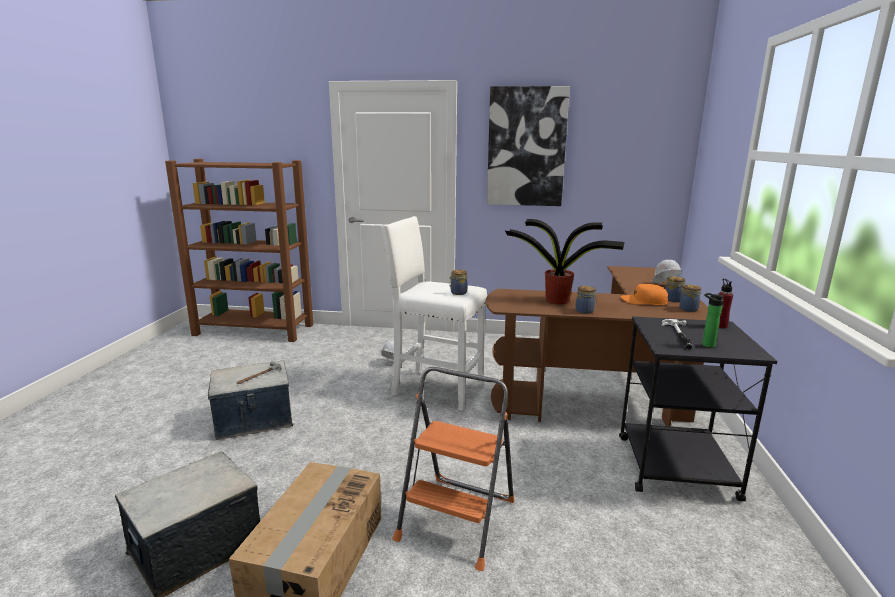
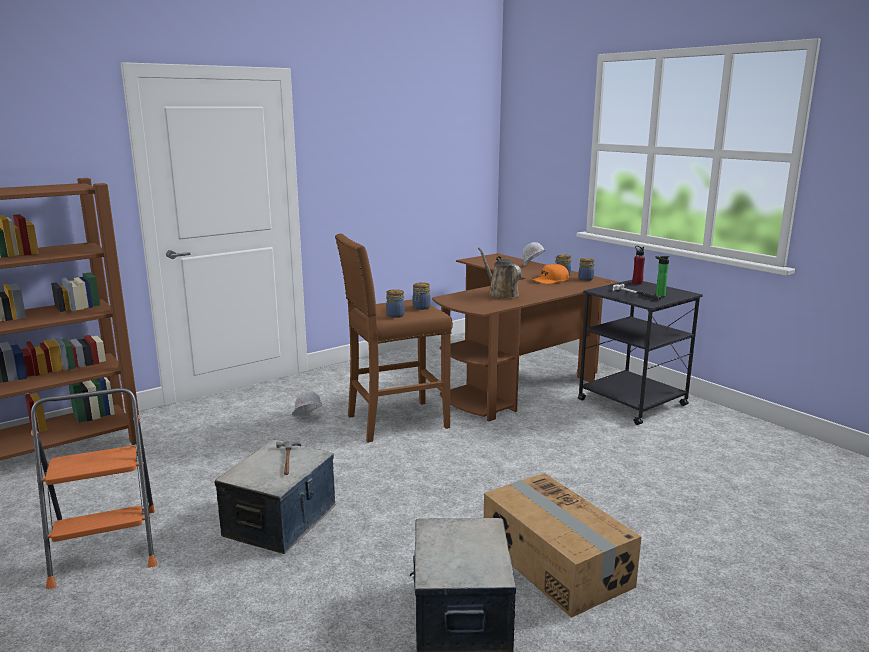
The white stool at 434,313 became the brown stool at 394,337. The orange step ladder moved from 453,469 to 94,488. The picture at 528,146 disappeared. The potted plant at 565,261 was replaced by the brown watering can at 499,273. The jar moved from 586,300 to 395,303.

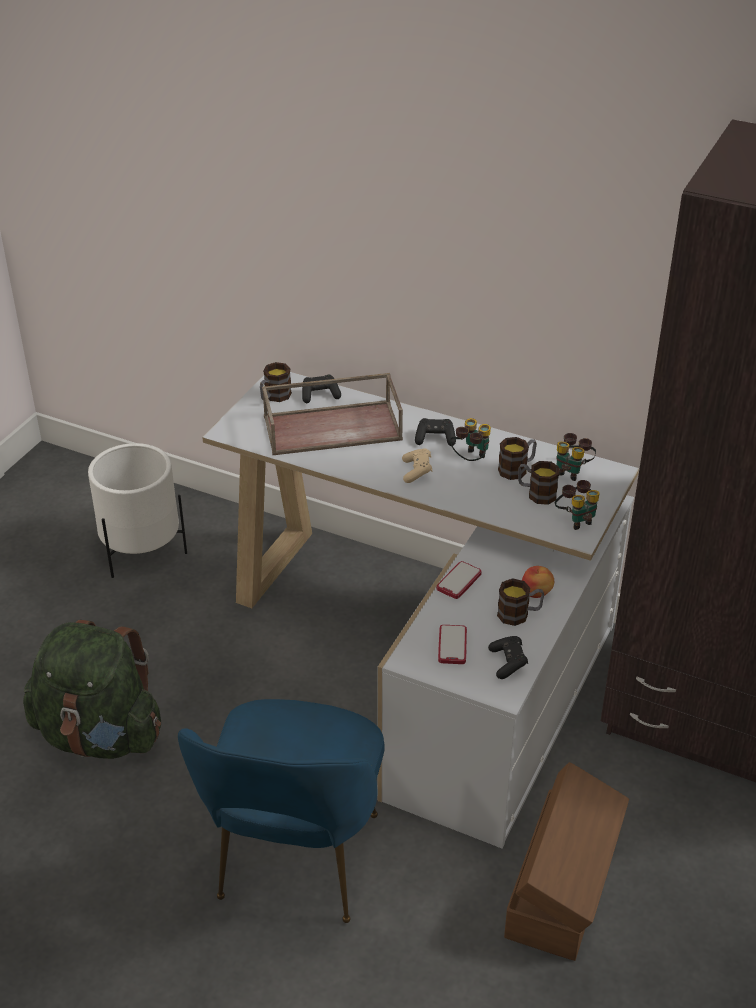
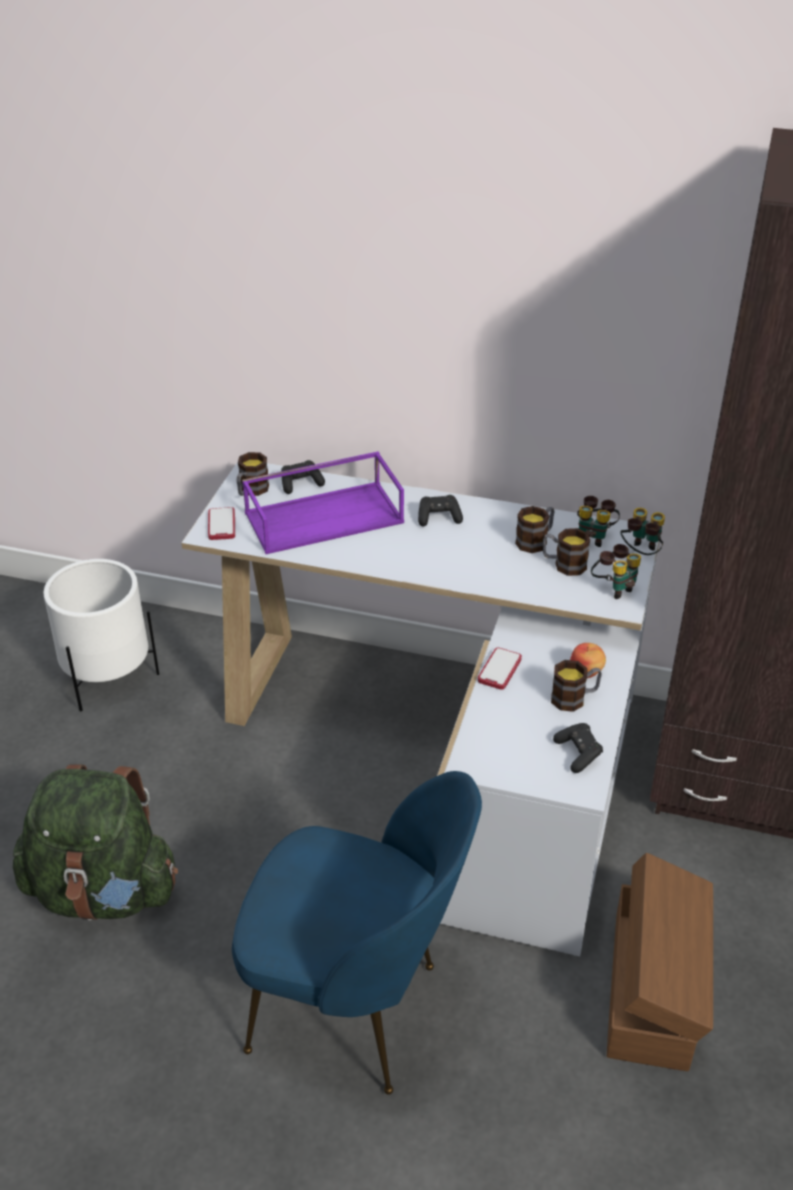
The blue chair at 281,811 turned 75 degrees counterclockwise. The brown tray at 332,414 became the purple tray at 323,502. The beige game controller at 417,466 disappeared. The phone moved from 452,644 to 221,523. The binoculars moved from 470,439 to 643,531.

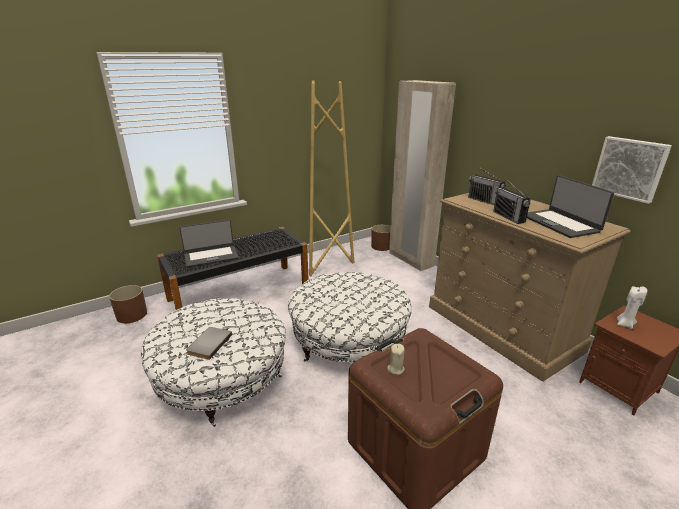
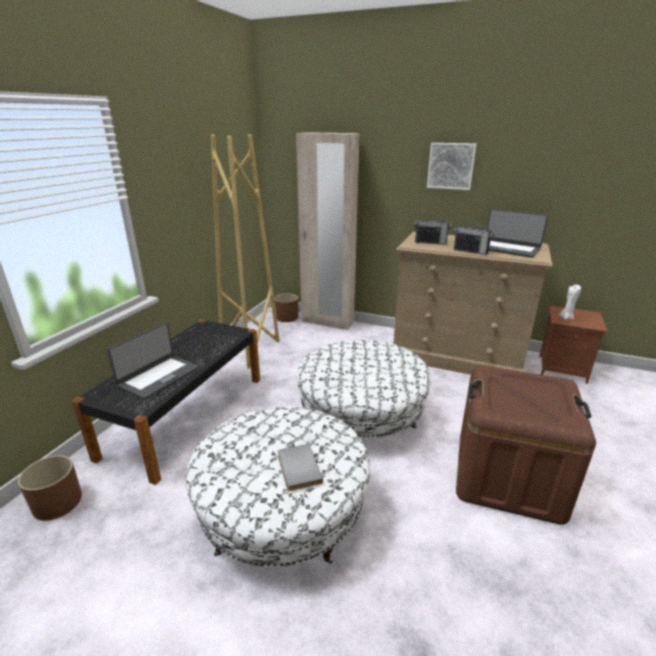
The beige candle at 396,359 disappeared. The picture moved from 632,170 to 451,166.

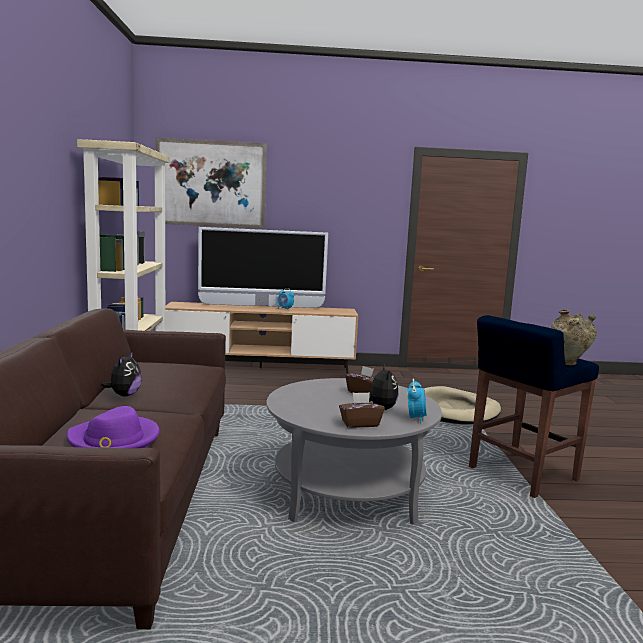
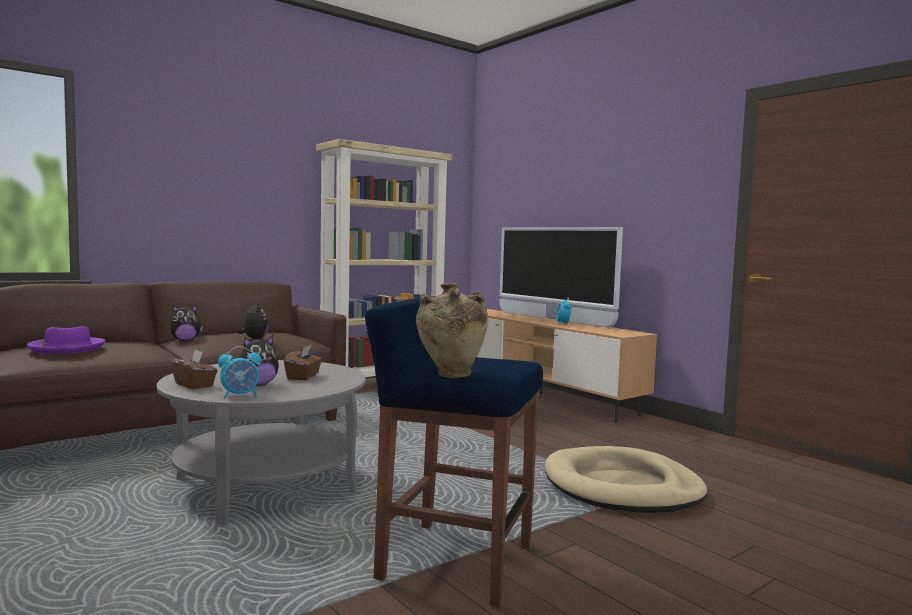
The picture at 211,183 disappeared. The plush toy at 252,321 appeared.

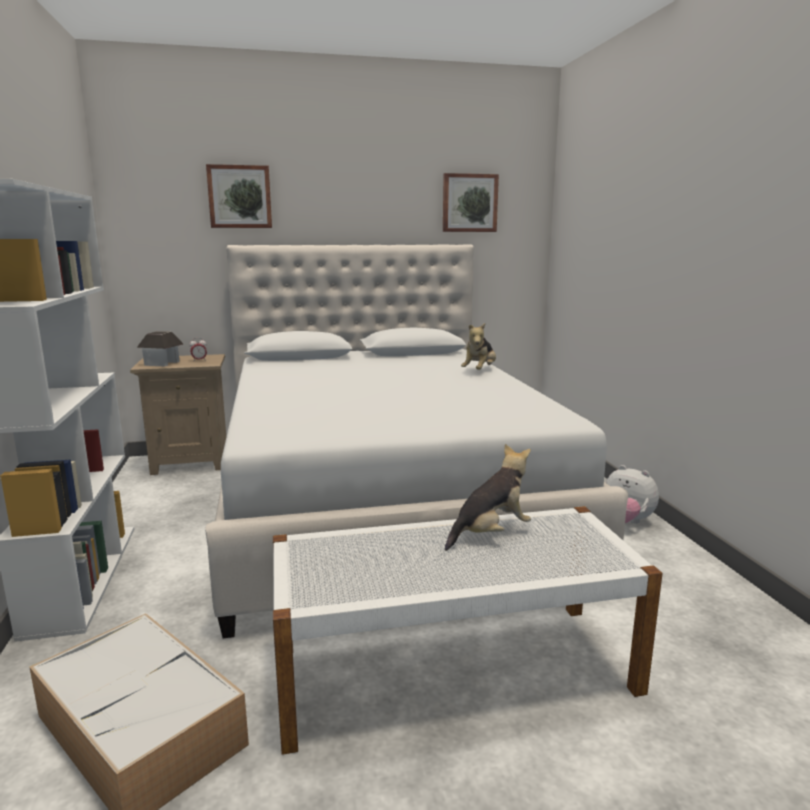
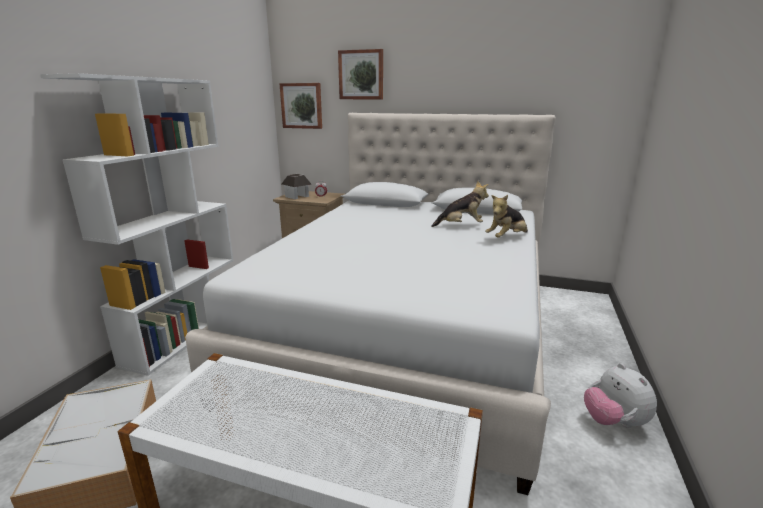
The picture moved from 471,202 to 300,106. The plush toy moved from 488,497 to 460,204.

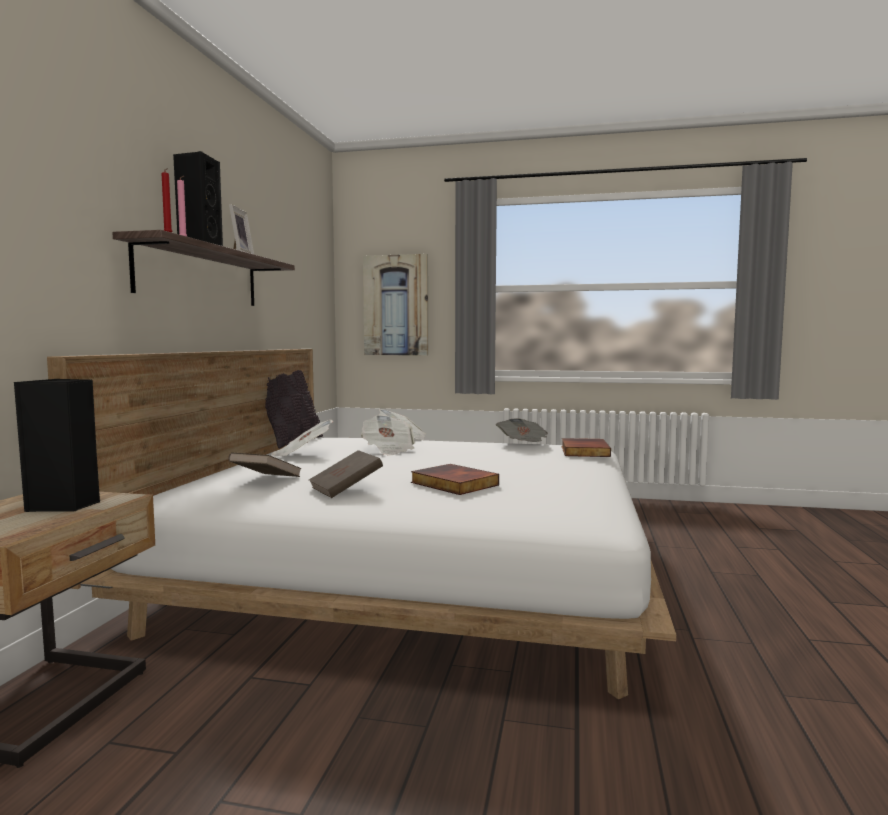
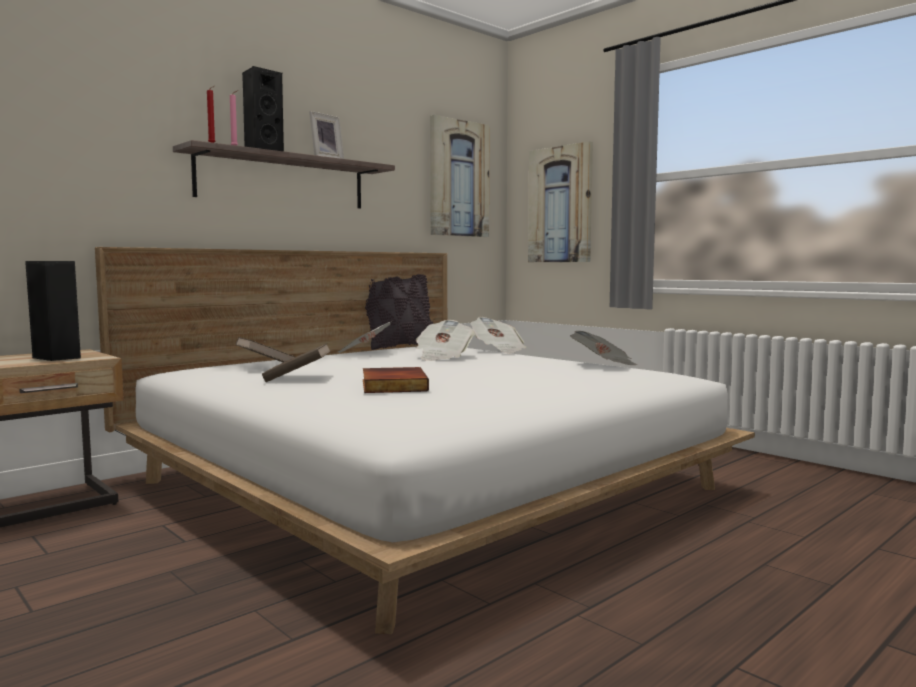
The book at 586,447 disappeared. The picture at 460,176 appeared.

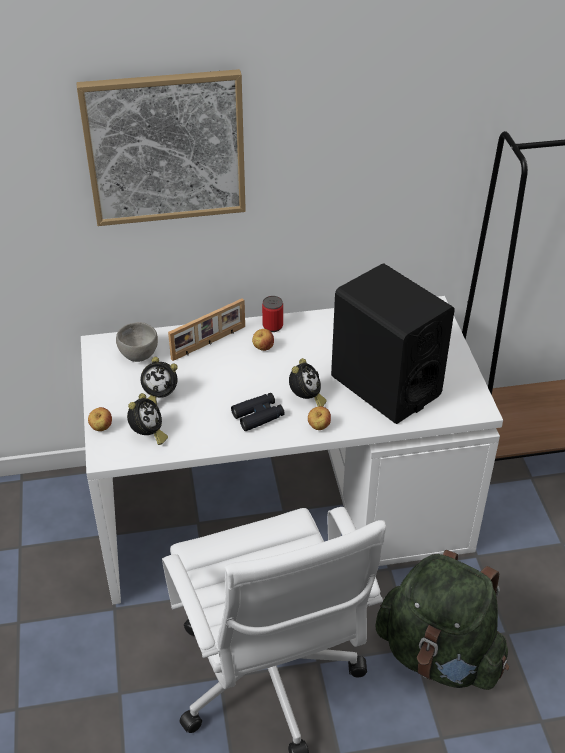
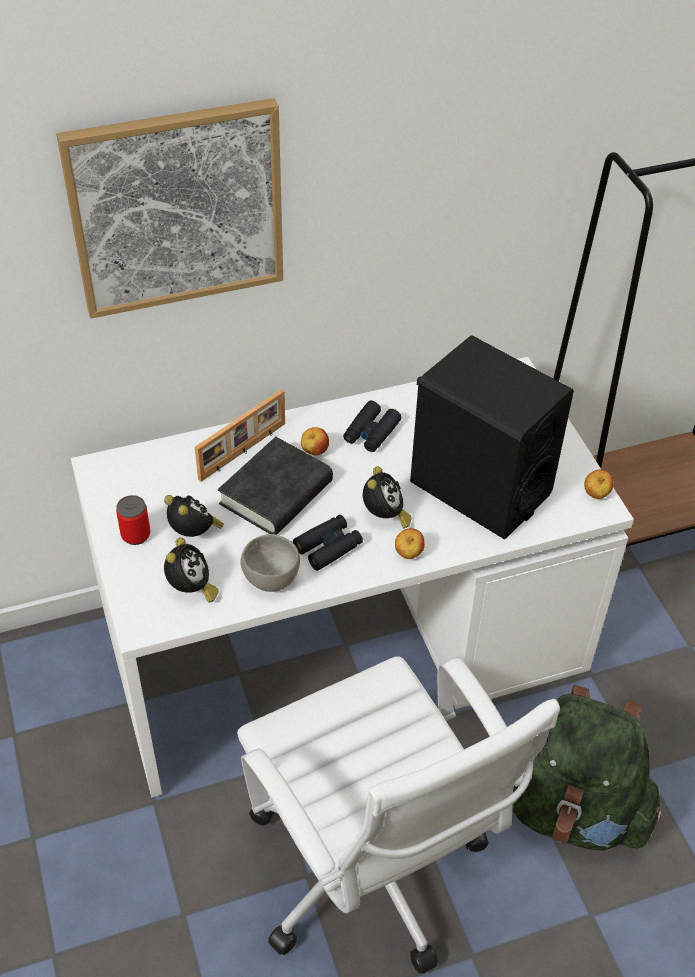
The apple moved from 100,419 to 598,484. The grey bowl moved from 137,342 to 270,563. The alarm clock at 159,381 turned 135 degrees counterclockwise. The can moved from 272,314 to 133,520. The black book at 275,486 appeared. The black binoculars at 372,426 appeared.

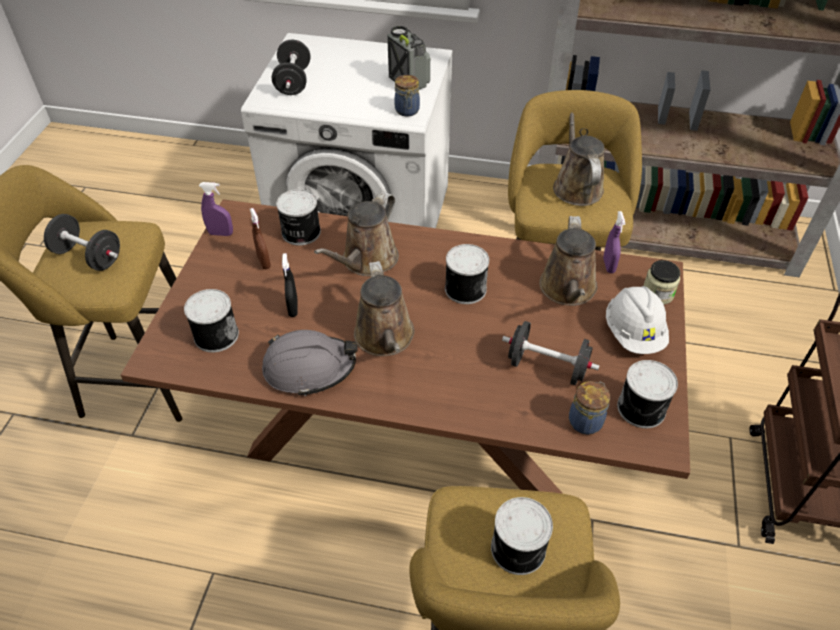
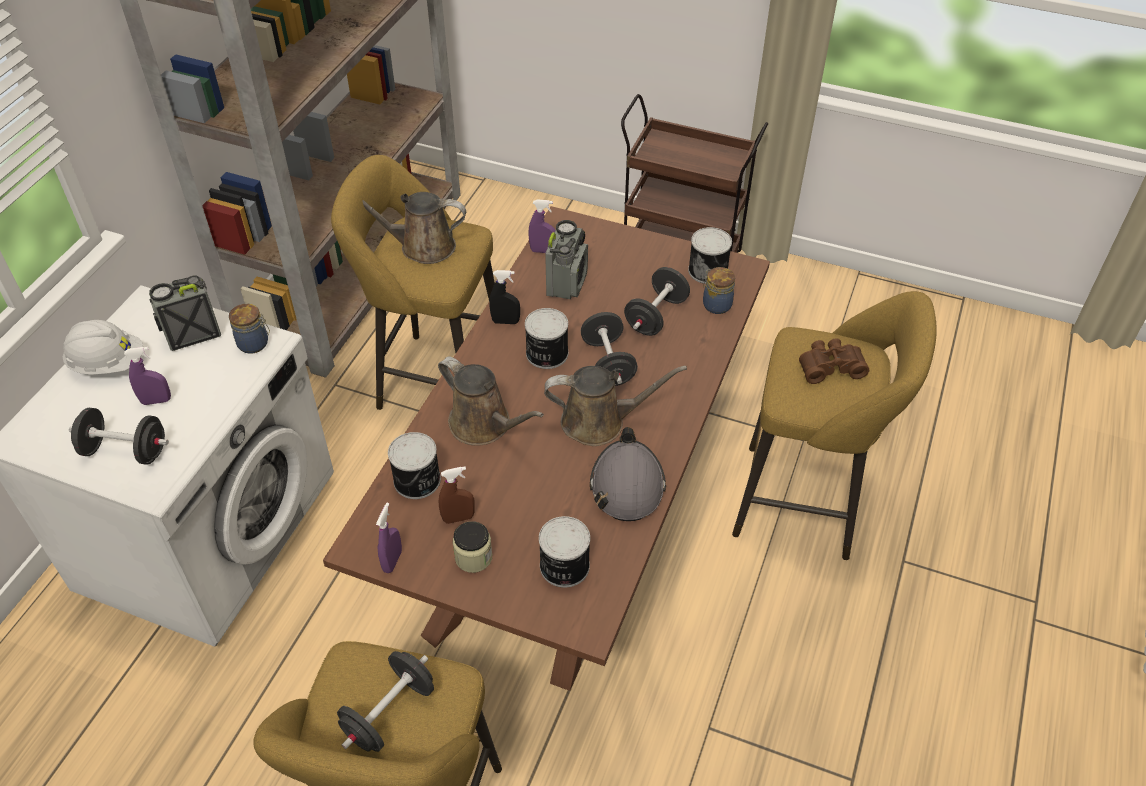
The black spray bottle moved from 290,285 to 504,297. The can at 522,536 was replaced by the brown binoculars at 834,361. The brown watering can at 568,261 was replaced by the radio at 566,259. The white hard hat moved from 637,320 to 103,347. The jar moved from 661,282 to 472,547. The purple spray bottle at 147,376 appeared. The black dumbbell at 609,349 appeared.

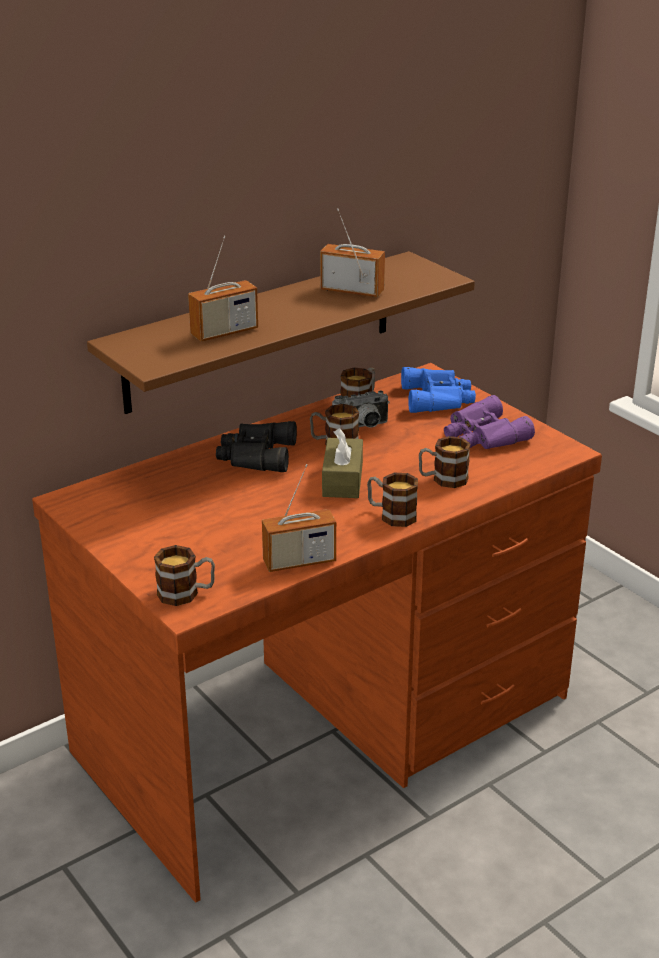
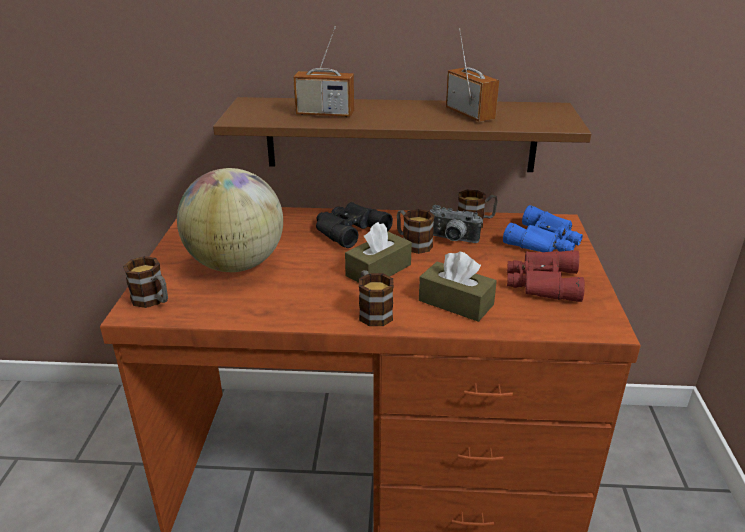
The radio at 299,518 disappeared. The mug at 444,462 was replaced by the brown tissue box at 458,286. The purple binoculars at 489,422 became the red binoculars at 546,276. The globe at 230,220 appeared.

